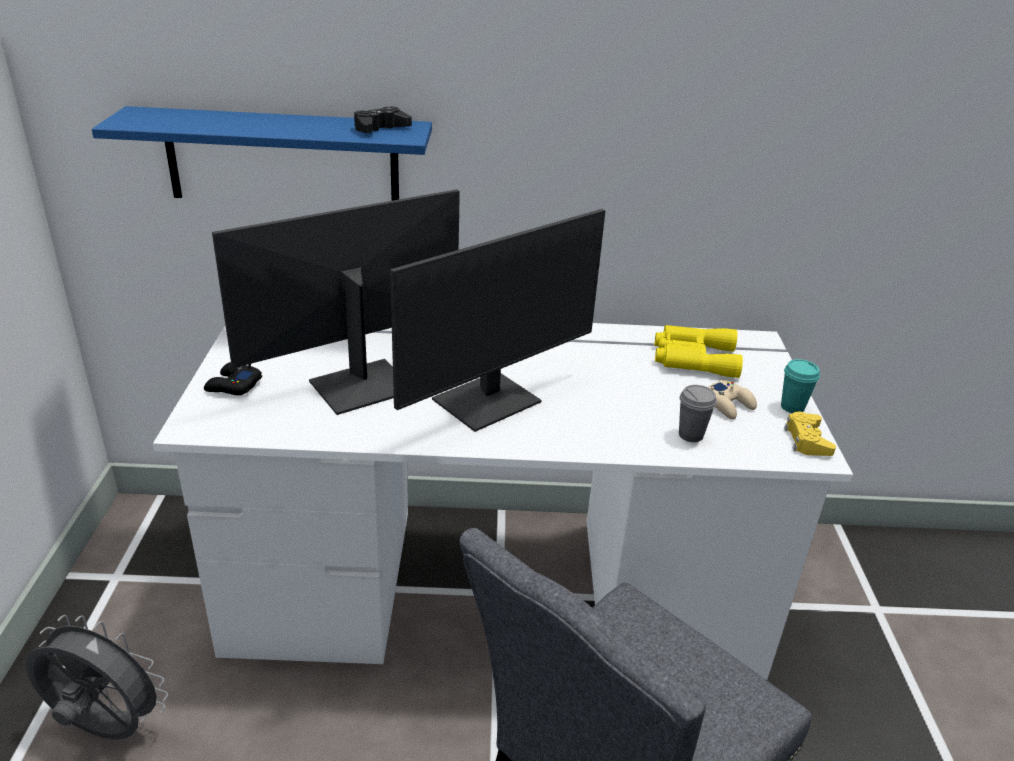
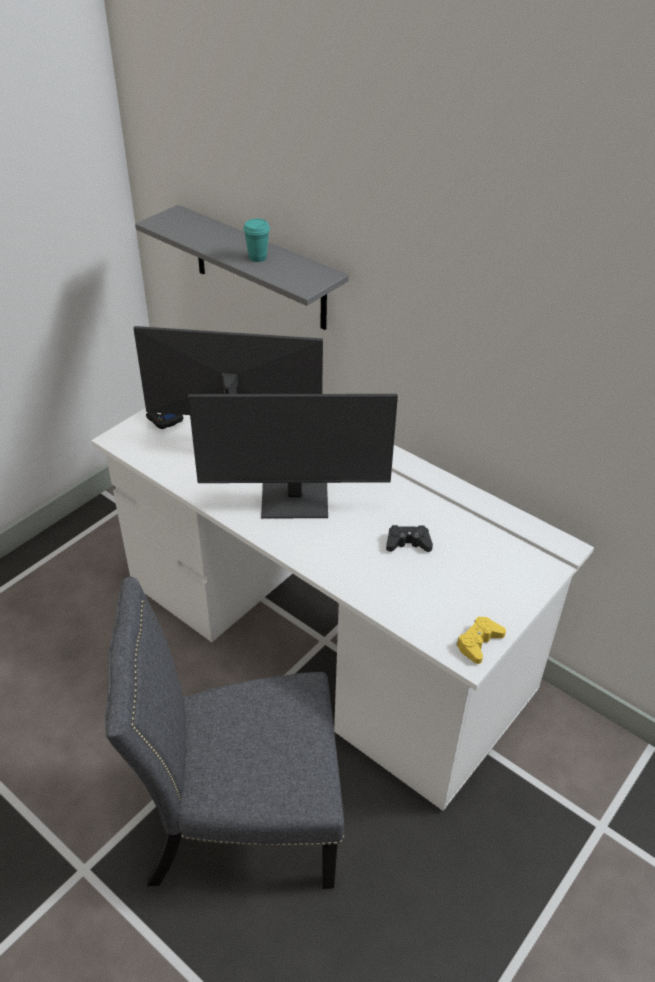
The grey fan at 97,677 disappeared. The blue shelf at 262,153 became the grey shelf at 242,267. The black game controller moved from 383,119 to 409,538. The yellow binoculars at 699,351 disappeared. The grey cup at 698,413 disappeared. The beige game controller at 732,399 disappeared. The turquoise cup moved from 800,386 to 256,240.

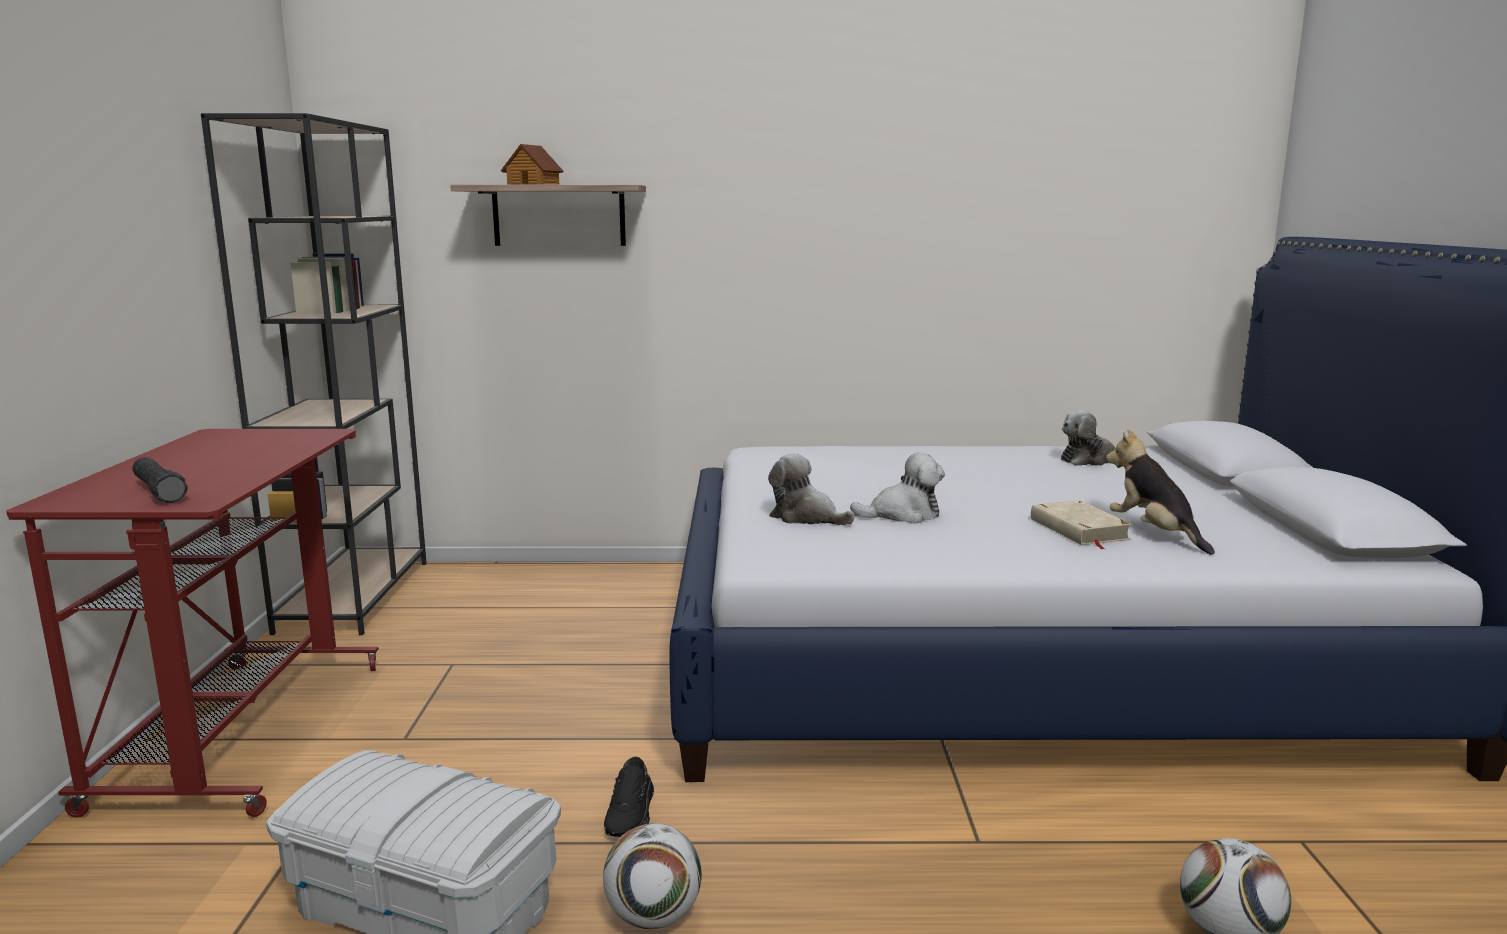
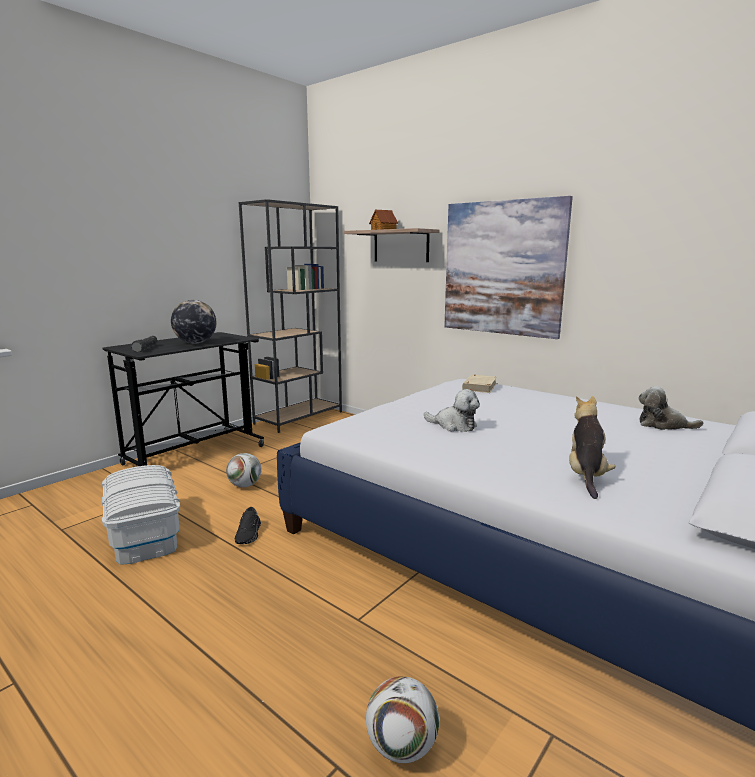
The red desk at 192,623 became the black desk at 183,399. The football moved from 652,876 to 244,470. The black shoe at 629,797 turned 45 degrees counterclockwise. The plush toy at 811,489 disappeared. The beige book moved from 1082,524 to 479,383. The globe at 194,322 appeared. The picture at 508,267 appeared.

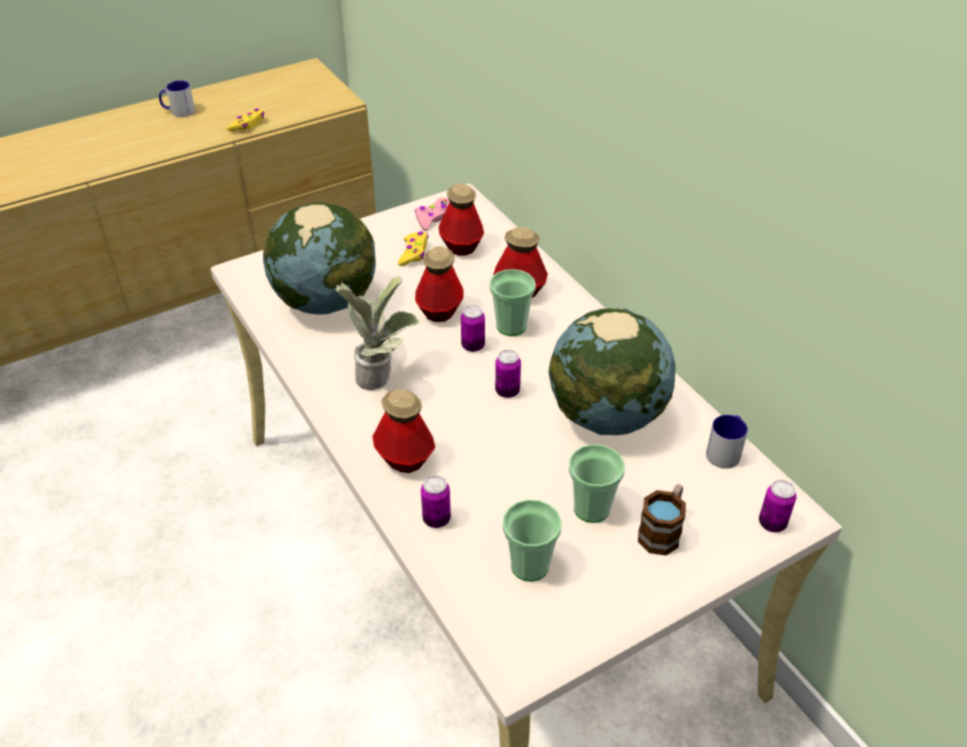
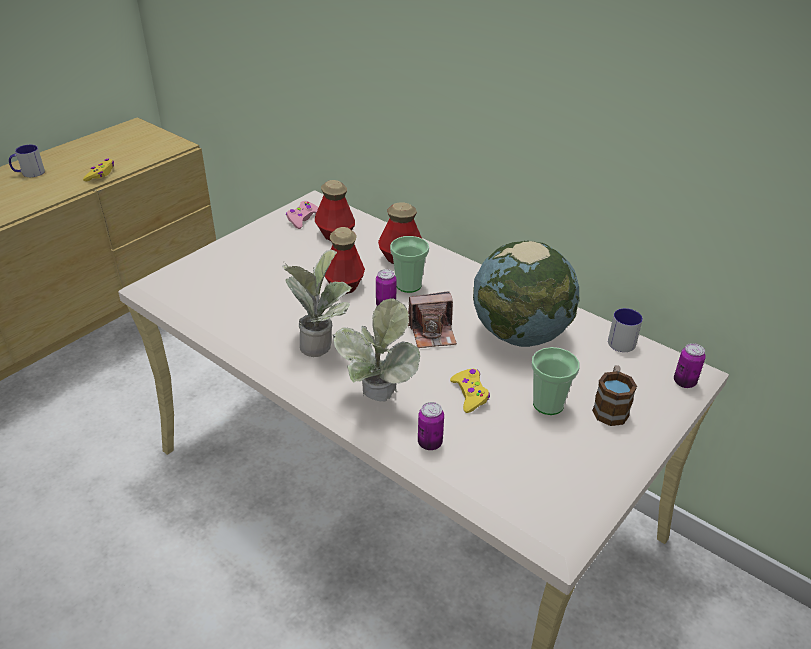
The globe at 319,258 disappeared. The bottle at 403,431 was replaced by the potted plant at 376,350. The yellow game controller moved from 413,248 to 470,391. The can at 508,374 was replaced by the photo camera at 432,319. The cup at 532,540 disappeared.

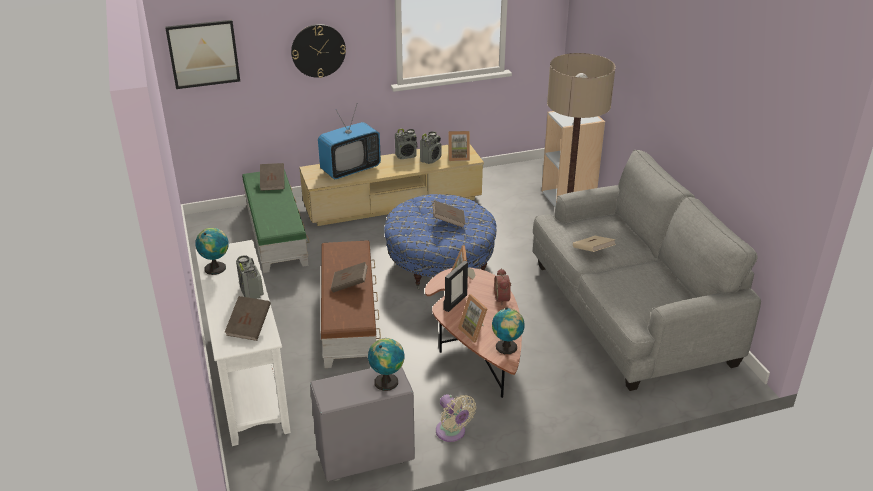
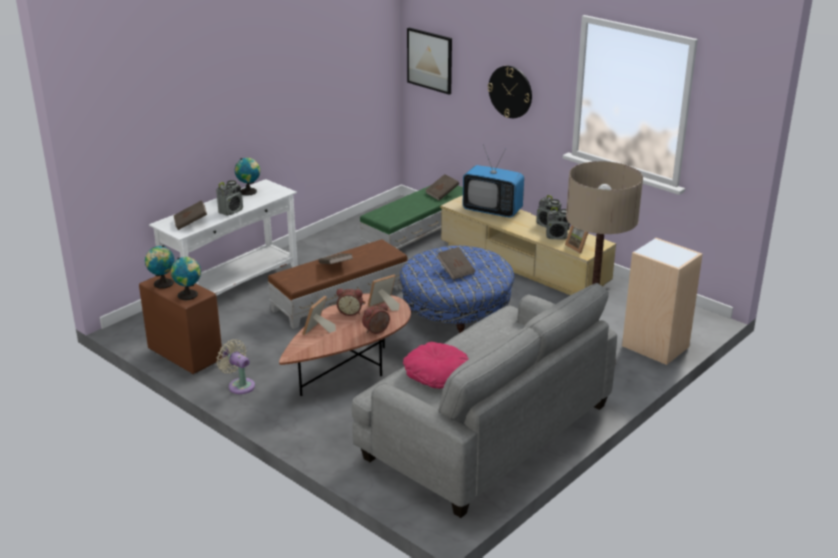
The grey nightstand at 362,424 became the brown nightstand at 180,322. The beige fan at 456,418 turned 105 degrees clockwise. The picture frame at 455,286 was replaced by the alarm clock at 350,302. The globe moved from 508,330 to 160,267. The beige book at 594,244 disappeared. The pink pillow at 436,365 appeared.

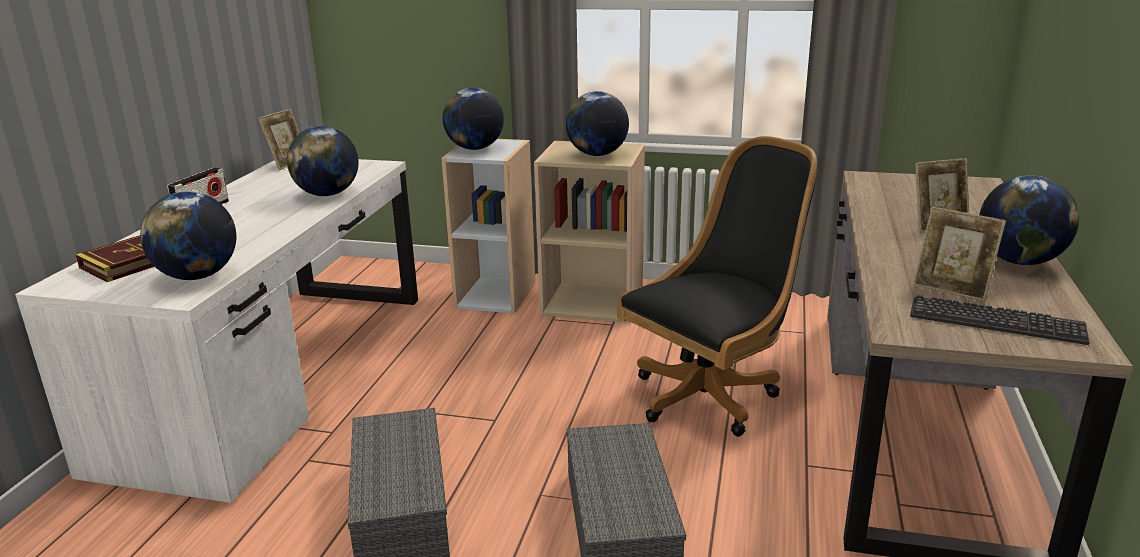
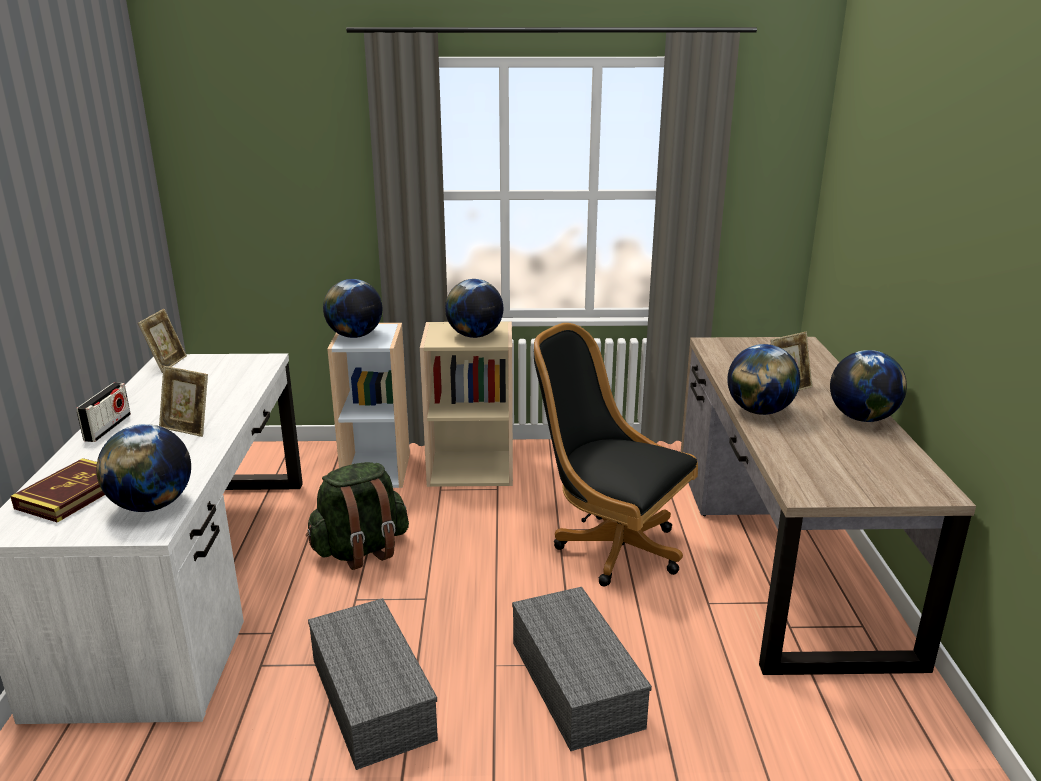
The globe moved from 323,161 to 763,379. The black office chair at 717,286 turned 90 degrees counterclockwise. The keyboard at 999,320 disappeared. The picture frame moved from 959,254 to 183,401. The green backpack at 357,516 appeared.

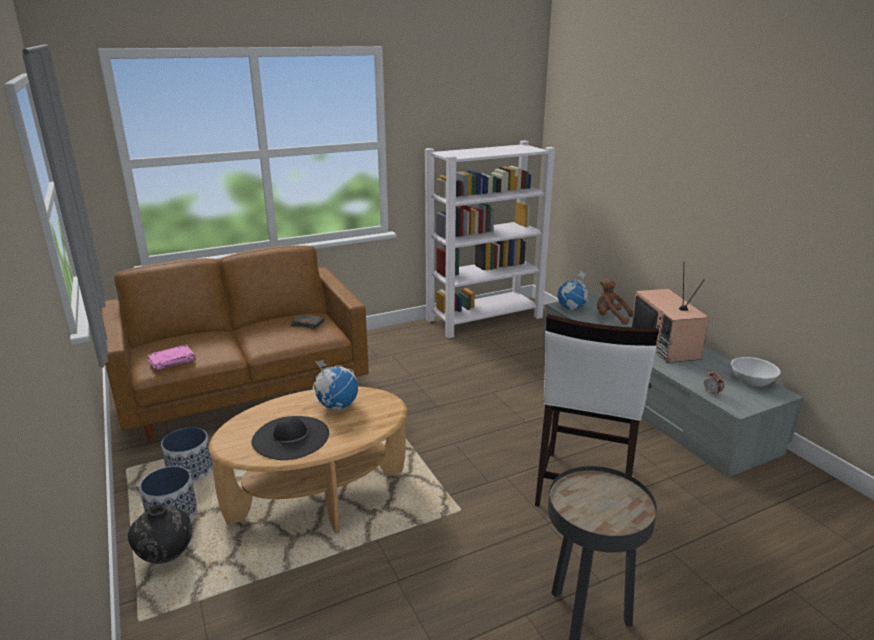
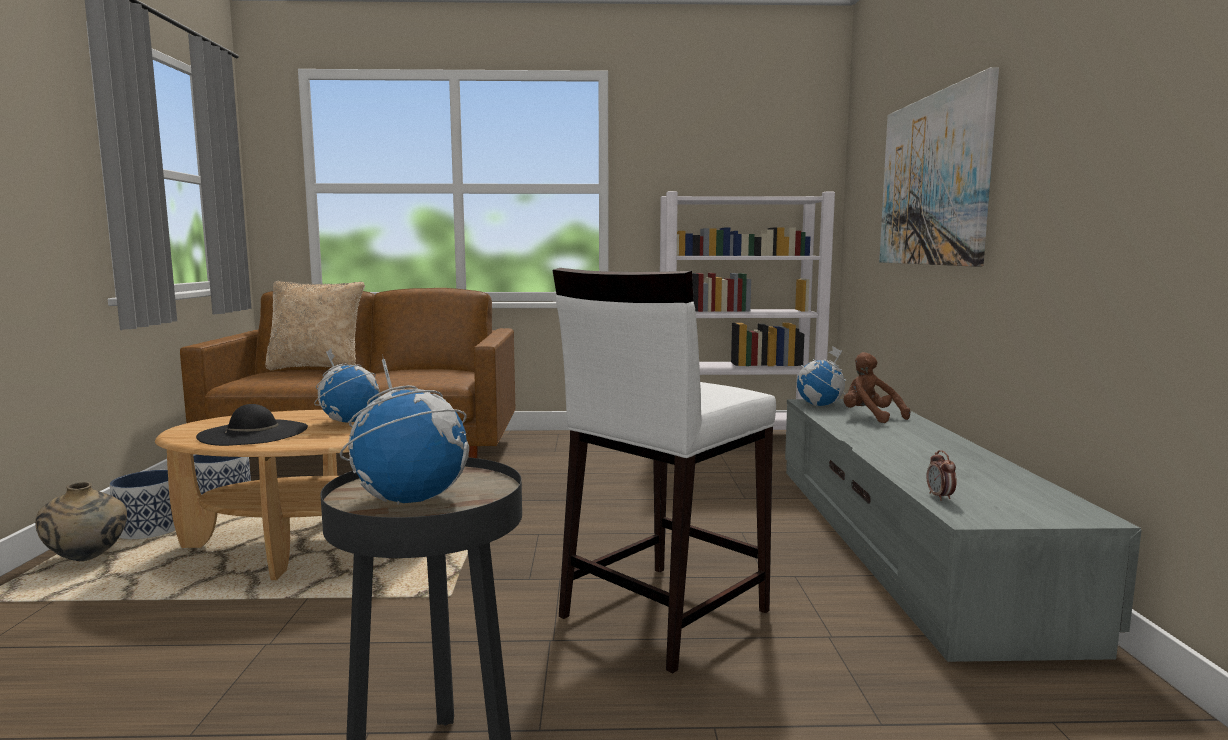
The black vase at 160,534 became the beige vase at 81,521. The pink book at 171,358 disappeared. The black book at 307,322 disappeared. The television at 670,312 disappeared. The white bowl at 756,371 disappeared. The beige pillow at 315,325 appeared. The globe at 404,429 appeared. The picture at 939,167 appeared.

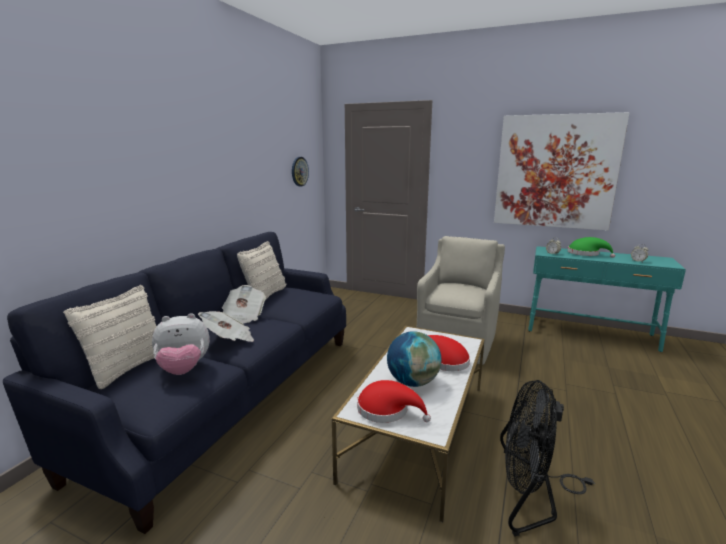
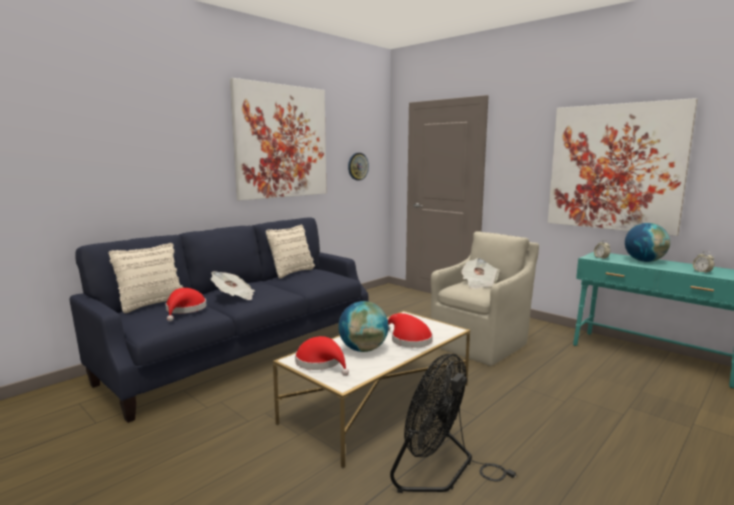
The plush toy at 181,344 was replaced by the red hat at 186,304. The newspaper moved from 244,304 to 480,273. The green hat at 591,247 was replaced by the globe at 647,242. The picture at 278,139 appeared.

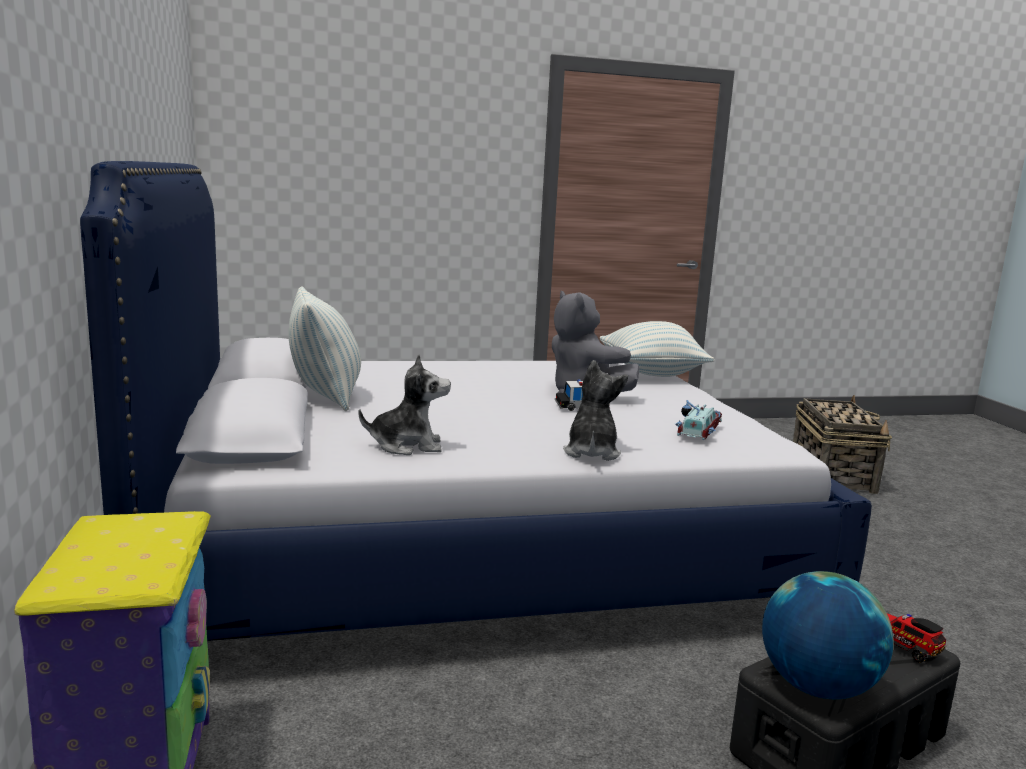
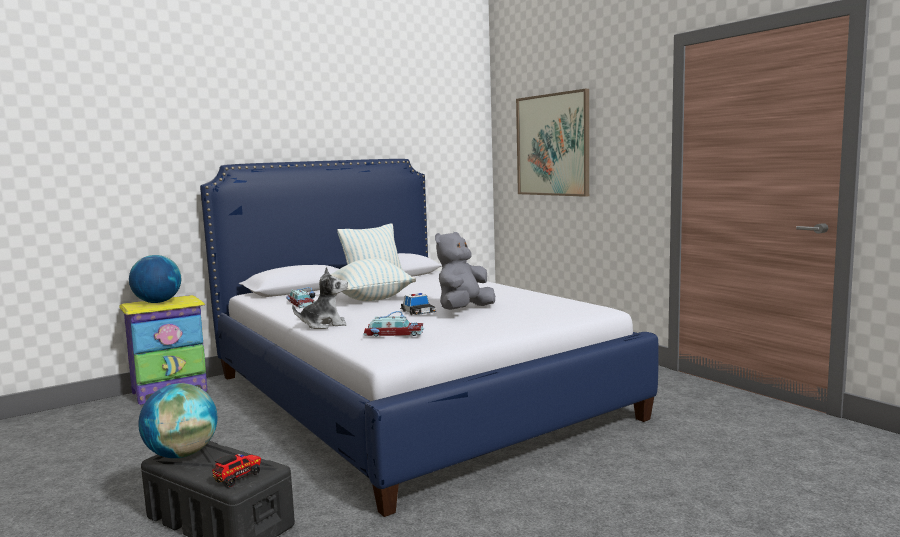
The plush toy at 405,404 was replaced by the toy car at 300,297. The pillow moved from 657,349 to 373,280. The basket at 842,444 disappeared. The globe at 155,279 appeared. The picture at 552,143 appeared.

